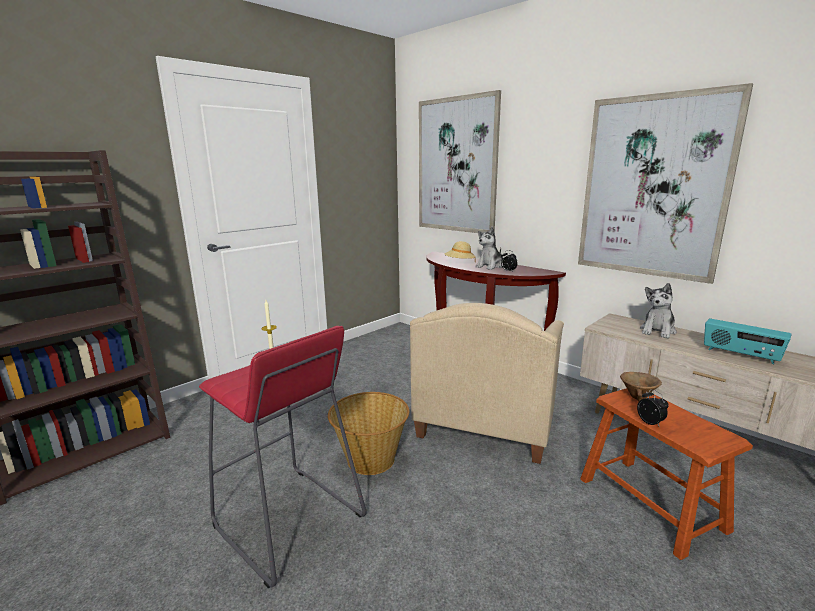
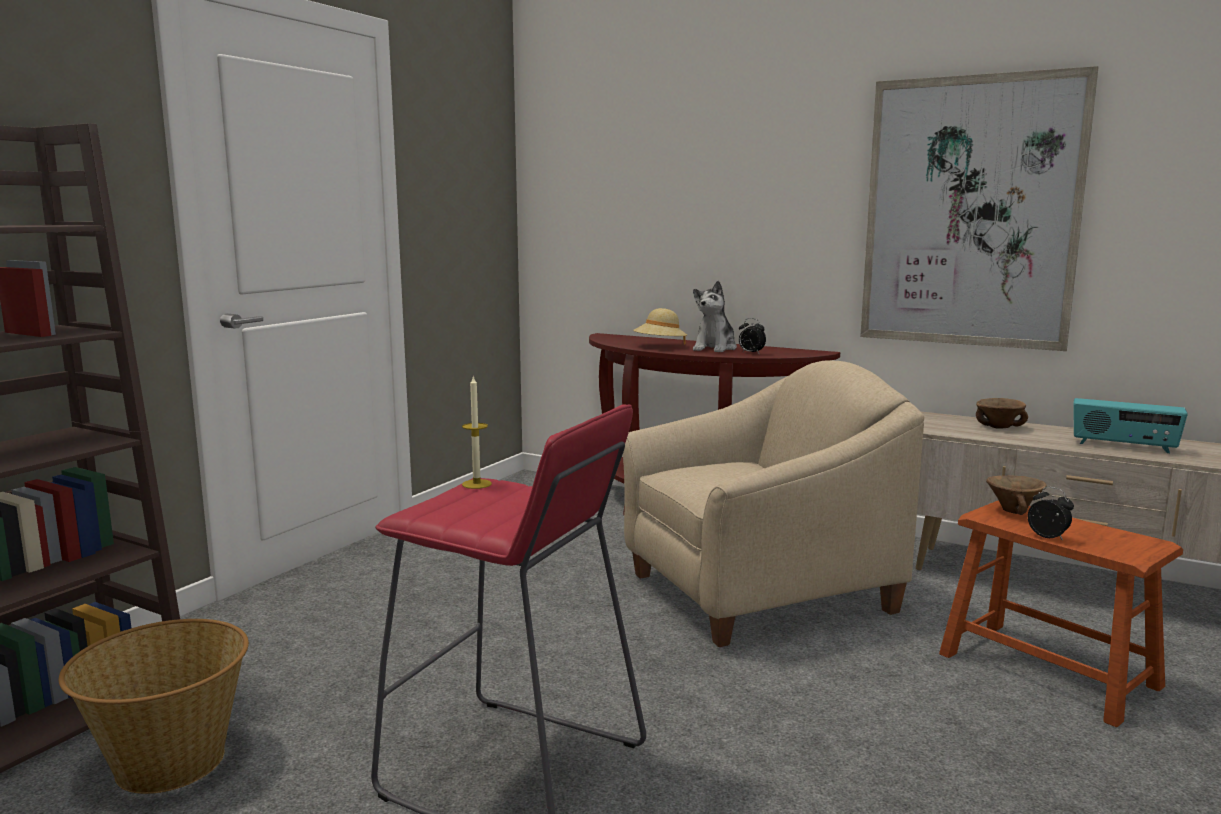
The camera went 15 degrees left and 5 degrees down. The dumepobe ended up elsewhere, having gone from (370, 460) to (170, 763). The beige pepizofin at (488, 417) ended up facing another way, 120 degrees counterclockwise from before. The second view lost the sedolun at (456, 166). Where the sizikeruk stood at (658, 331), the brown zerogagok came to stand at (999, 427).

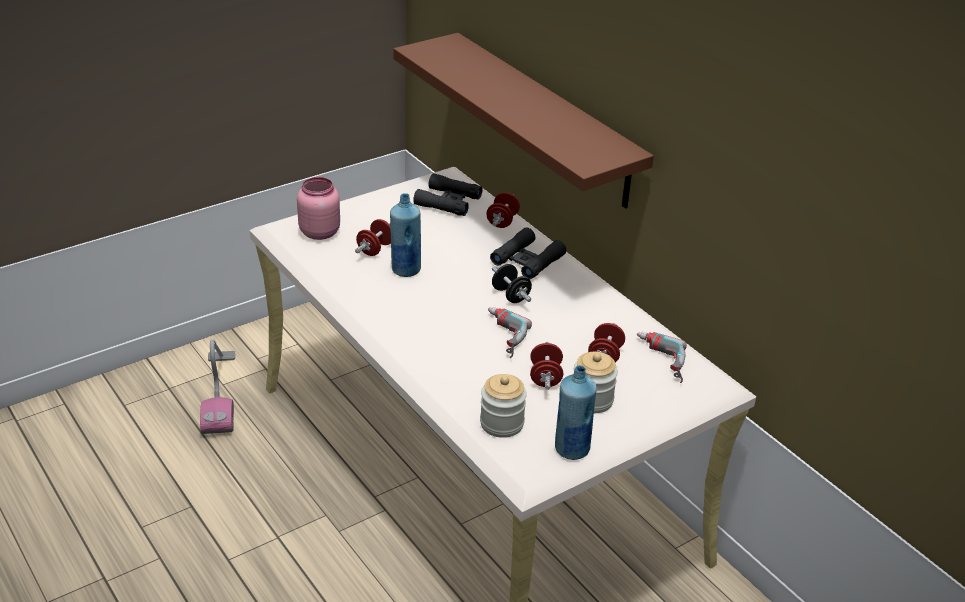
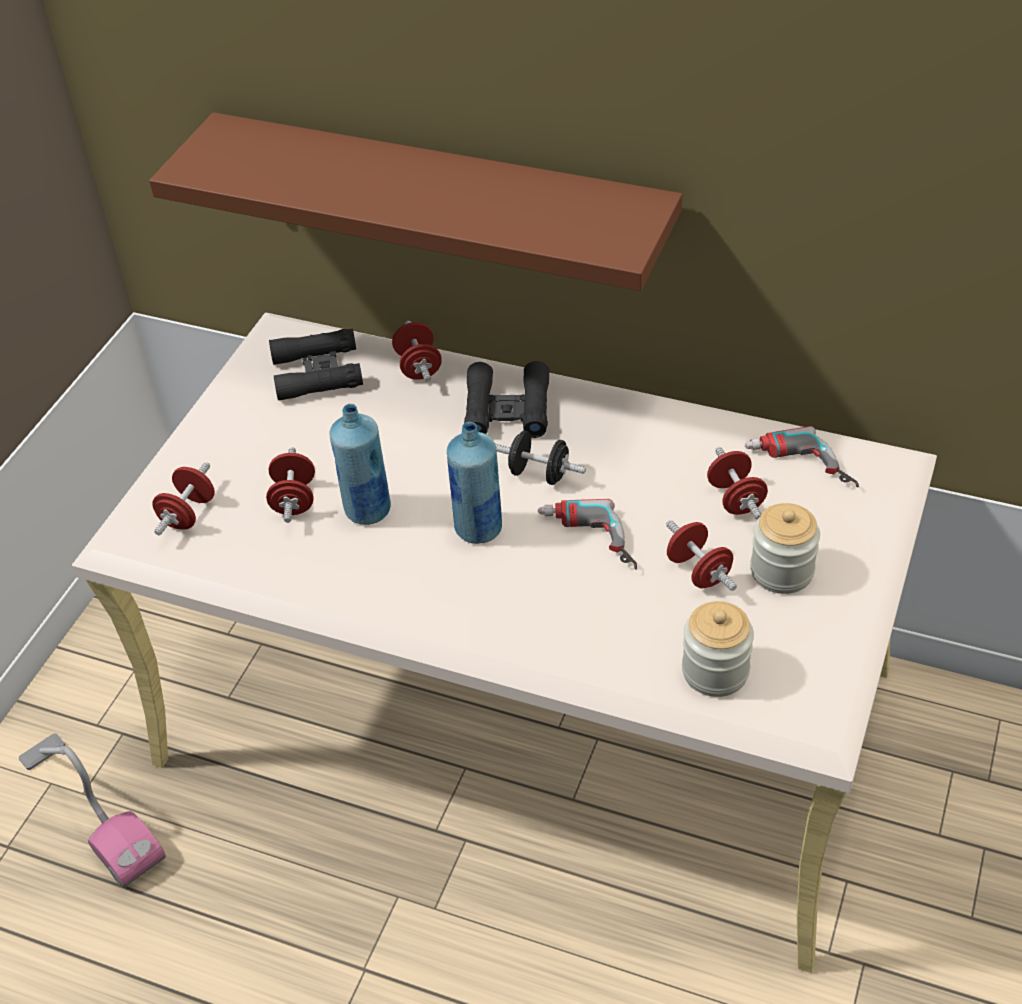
The camera went 30 degrees left and 10 degrees up. Where the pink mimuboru stood at (320, 232), the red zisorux came to stand at (188, 514). The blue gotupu ended up elsewhere, having gone from (571, 449) to (478, 529).

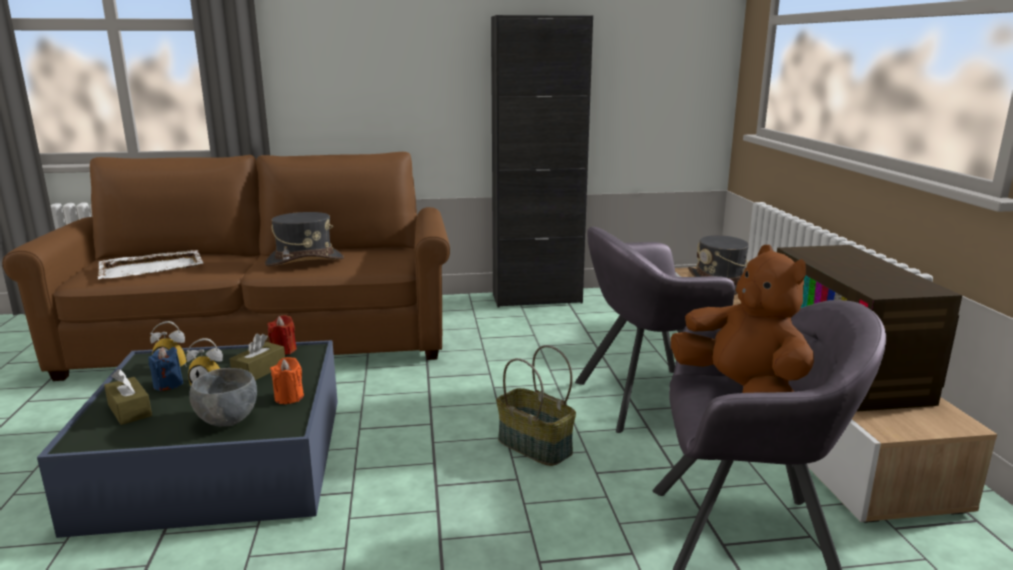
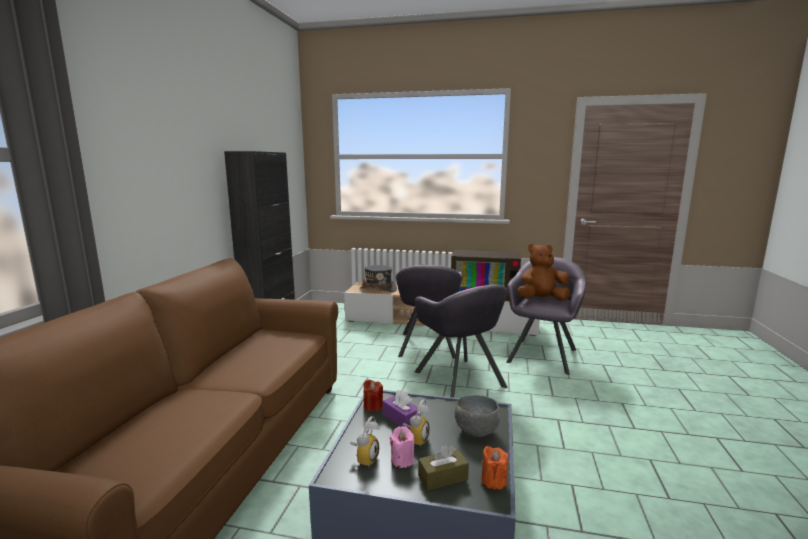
The camera went 70 degrees left and 5 degrees down. The second view lost the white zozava at (152, 267). What was the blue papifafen at (168, 385) turned into the pink papifafen at (402, 460). What was the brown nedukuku at (259, 371) turned into the purple nedukuku at (401, 418). The second view lost the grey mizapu at (304, 261). The orange papifafen ended up elsewhere, having gone from (289, 397) to (494, 481). Where the dumepobe stood at (533, 446), the grey pepizofin came to stand at (459, 379).

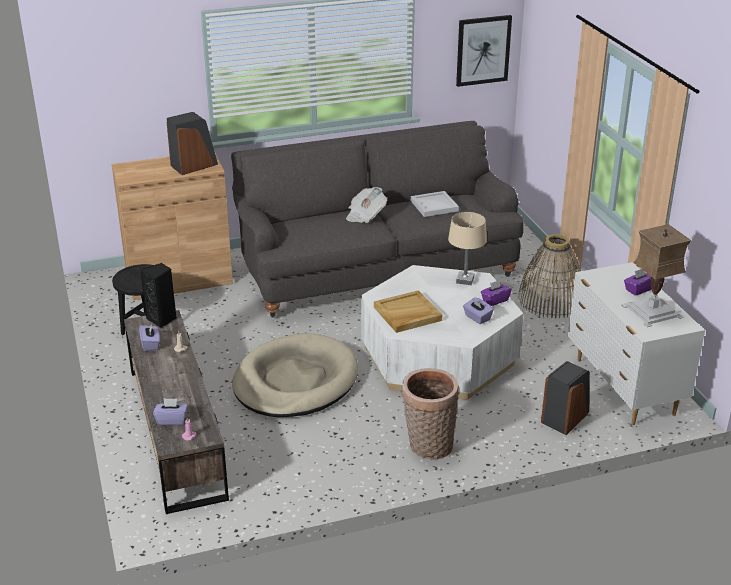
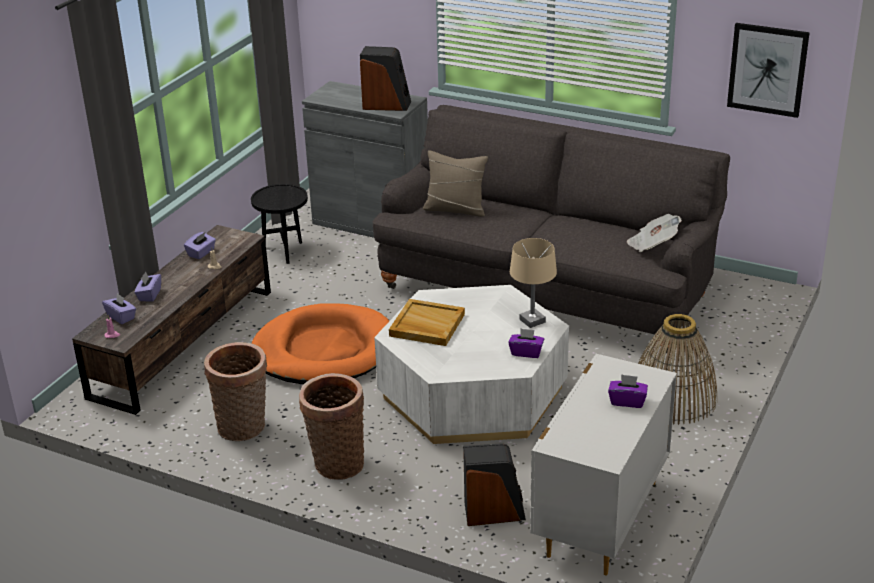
The camera went 45 degrees right and 0 degrees up. What was the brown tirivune at (179, 279) turned into the grey tirivune at (371, 222). The second view lost the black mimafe at (162, 319). What was the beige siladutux at (295, 381) turned into the orange siladutux at (324, 351). The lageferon ended up elsewhere, having gone from (365, 215) to (652, 244). The second view lost the white zozava at (434, 205). The purple nedukuku ended up elsewhere, having gone from (477, 318) to (149, 295). The second view lost the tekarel at (650, 311). The second view gained the dumepobe at (244, 428). The second view gained the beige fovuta at (455, 209).

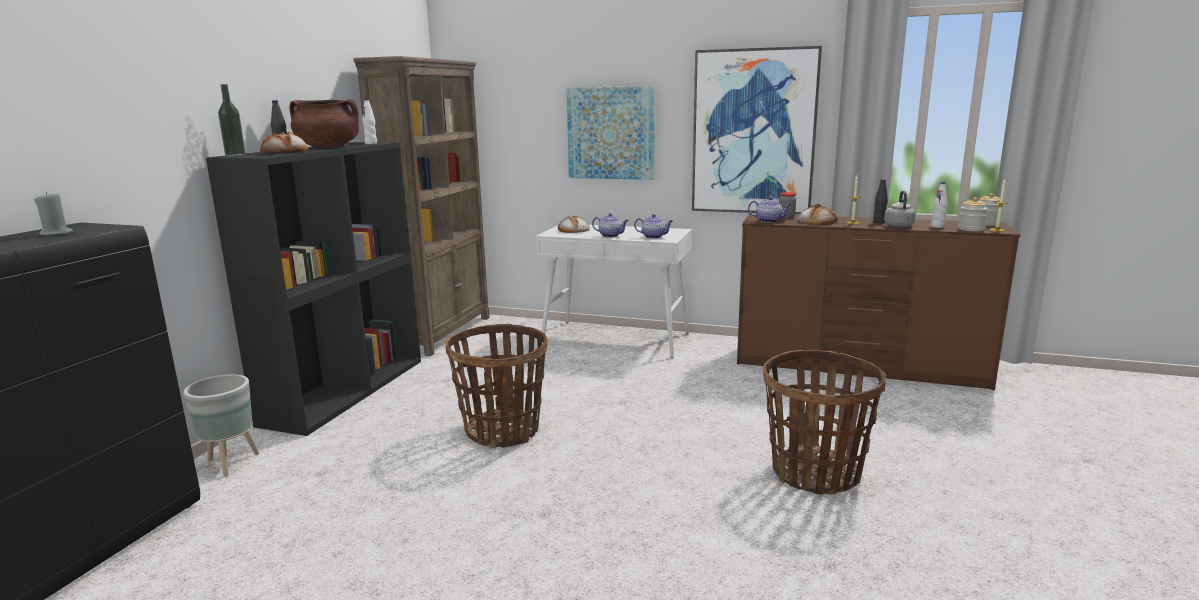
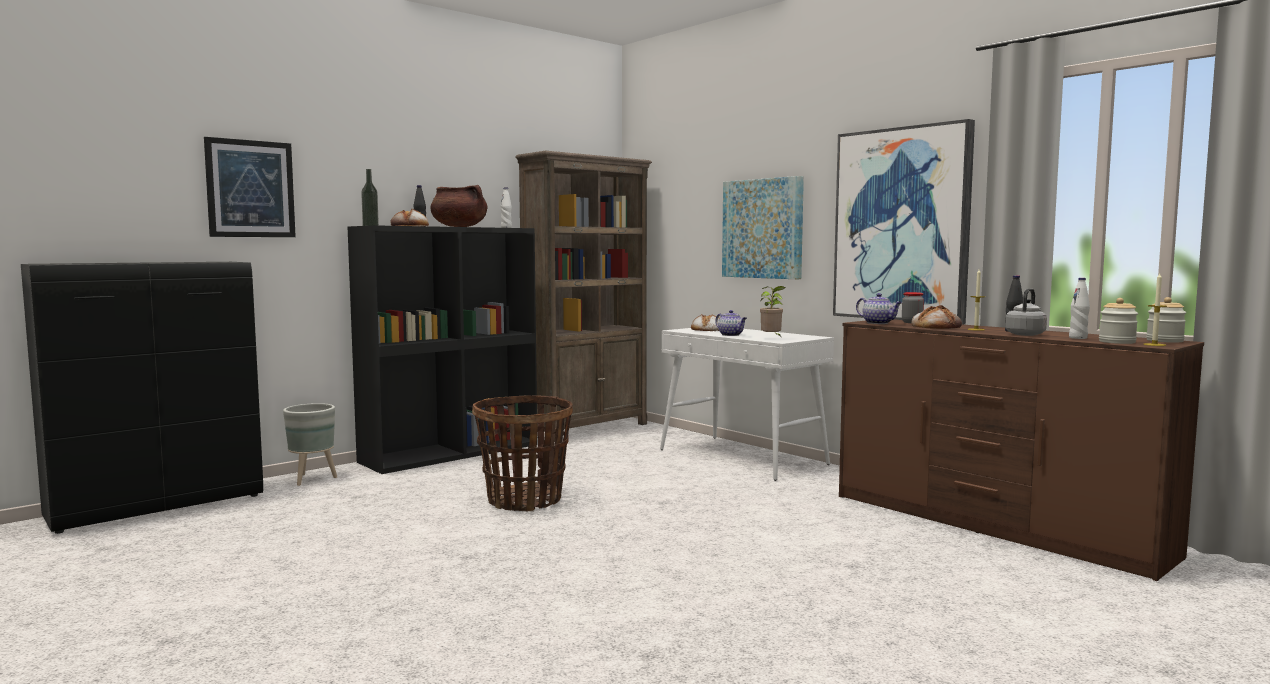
The camera went 30 degrees right and 10 degrees down. The second view lost the grey papifafen at (56, 233). Where the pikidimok stood at (654, 237), the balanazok came to stand at (772, 338). The second view lost the dumepobe at (815, 473). The second view gained the sedolun at (250, 189).

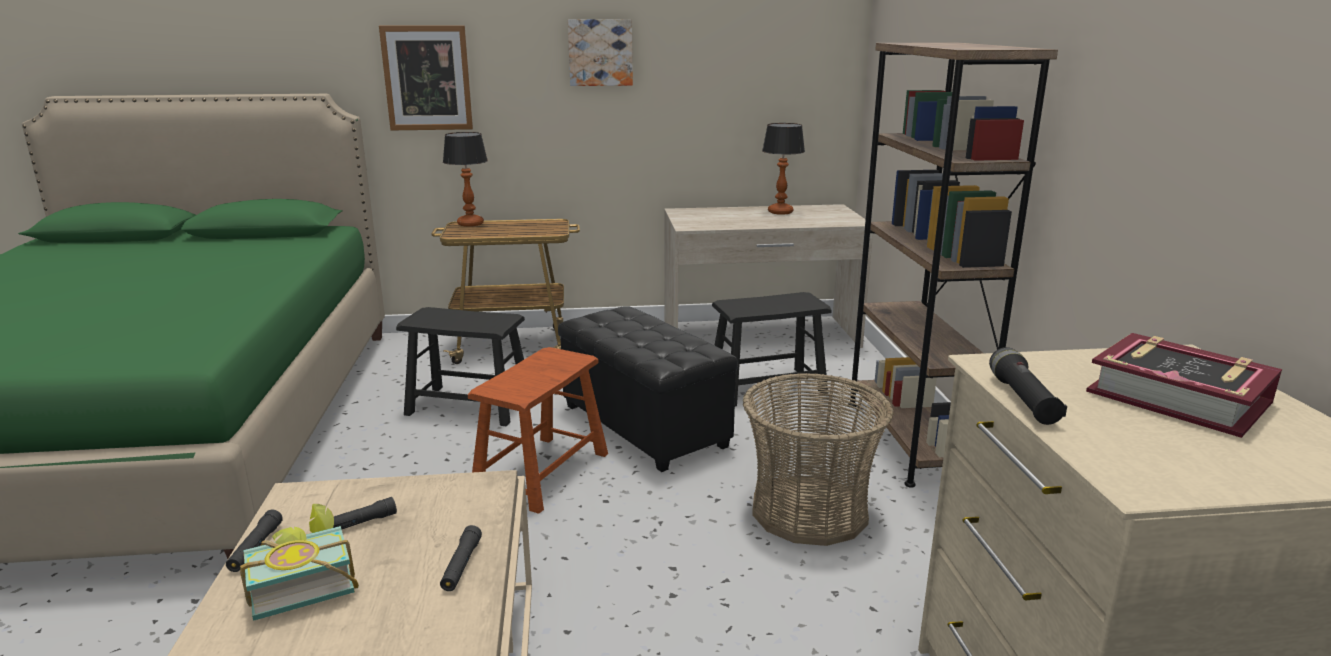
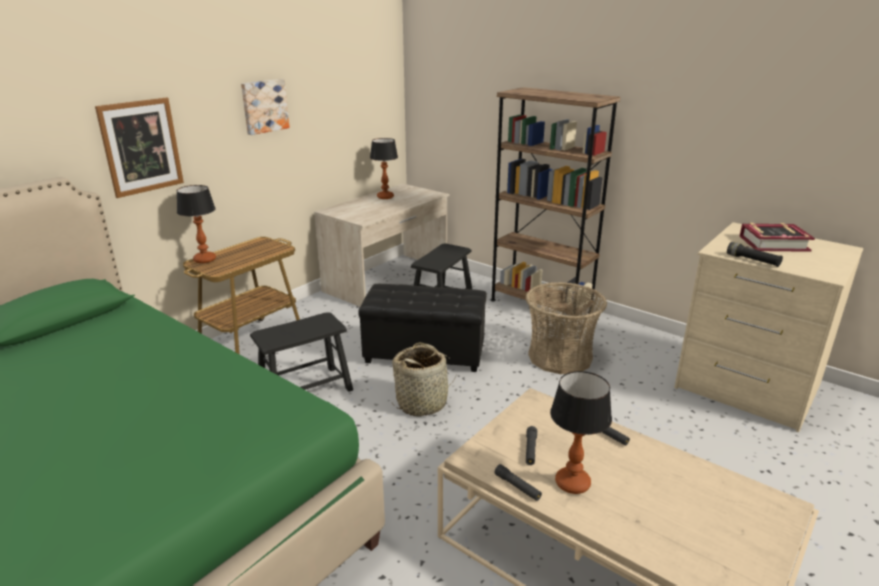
The camera went 45 degrees left and 5 degrees up. Where the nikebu stood at (302, 584), the tekarel came to stand at (573, 483). Where the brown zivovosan stood at (542, 472), the dumepobe came to stand at (422, 403).

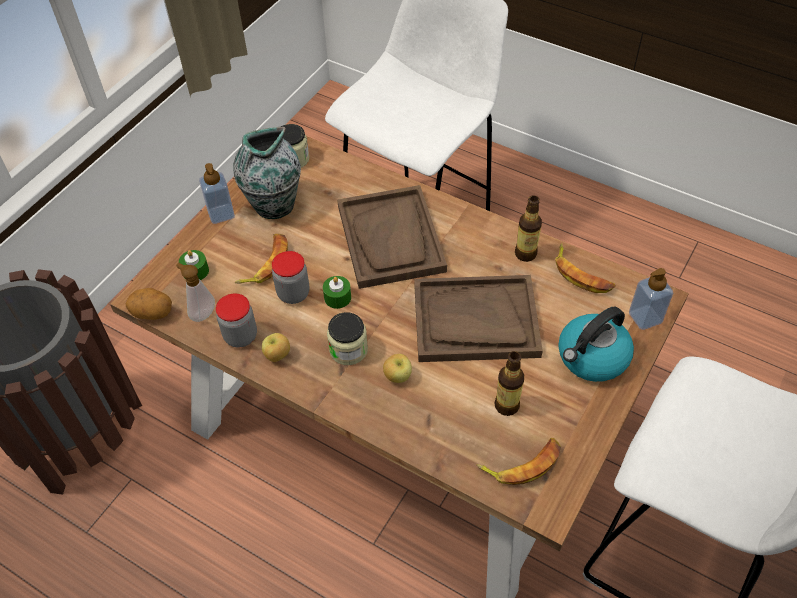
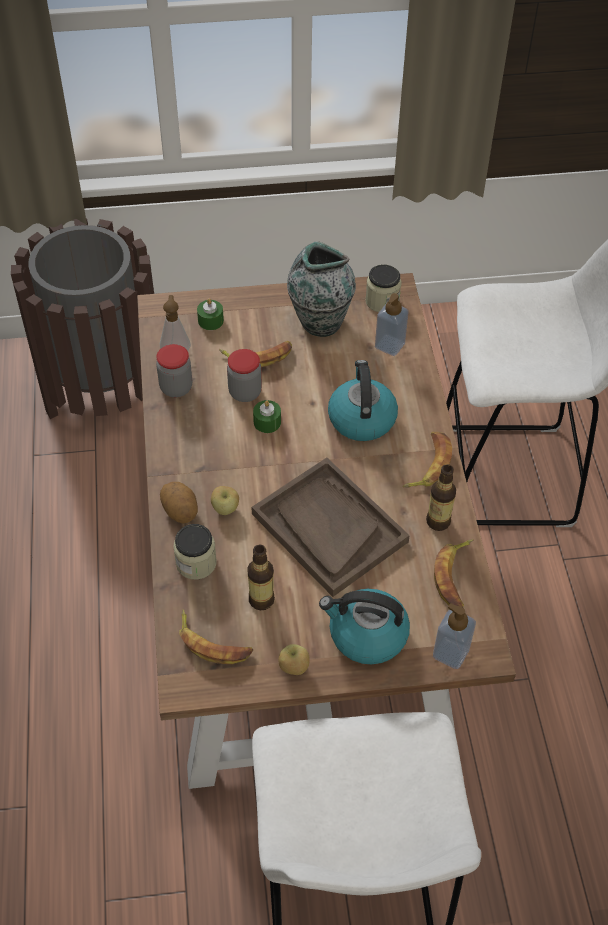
The camera went 50 degrees right and 0 degrees up. The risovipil ended up elsewhere, having gone from (153, 313) to (180, 511). The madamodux ended up elsewhere, having gone from (221, 214) to (389, 345). The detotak ended up elsewhere, having gone from (277, 356) to (293, 668). The mimuboru ended up elsewhere, having gone from (348, 350) to (196, 563). Where the brown zozava stood at (391, 239), the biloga came to stand at (361, 418). The second view gained the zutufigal at (428, 464).

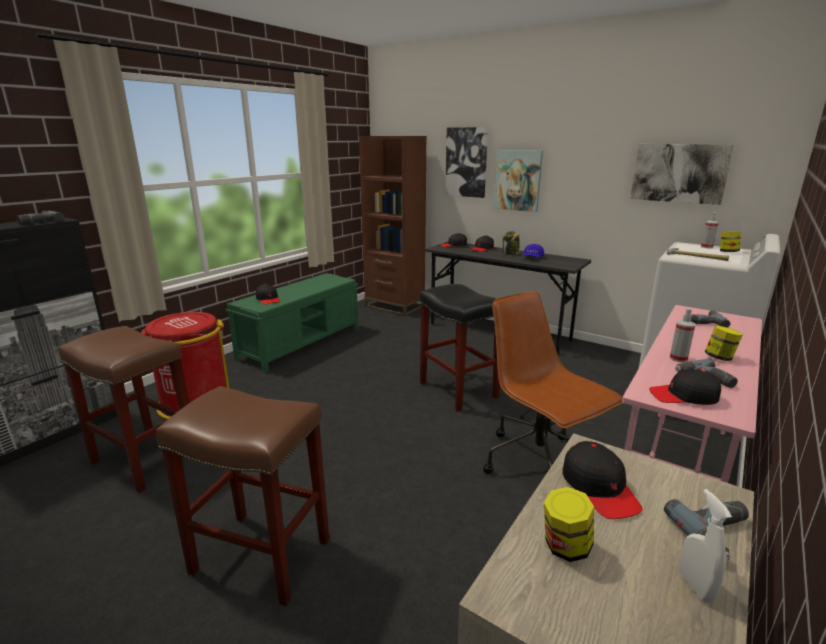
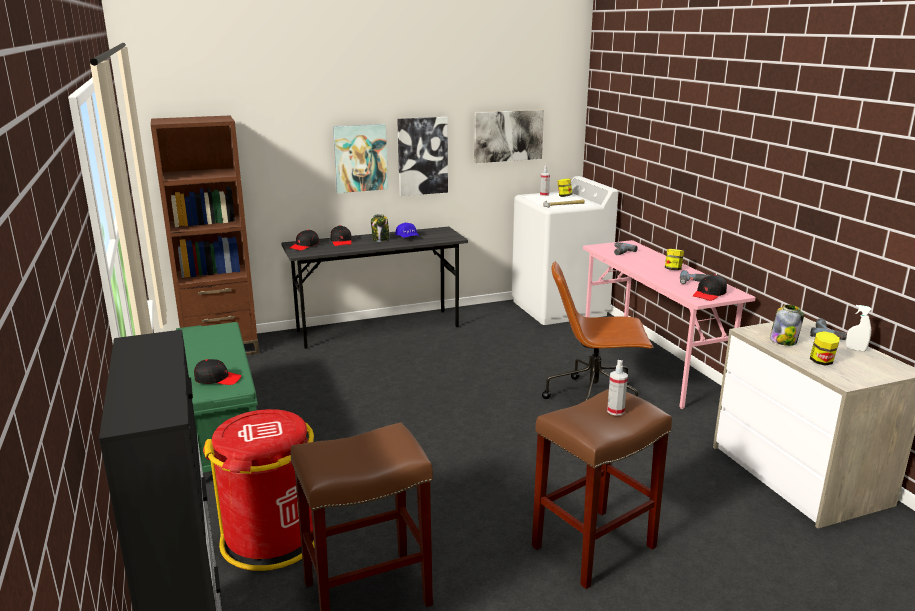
The camera went 55 degrees left and 0 degrees up. The second view lost the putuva at (38, 221). The second view lost the black zivovosan at (459, 390). The sedolun ended up elsewhere, having gone from (466, 162) to (422, 156). Where the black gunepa stood at (599, 488), the mimuboru came to stand at (783, 341). The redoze ended up elsewhere, having gone from (678, 359) to (615, 411).

